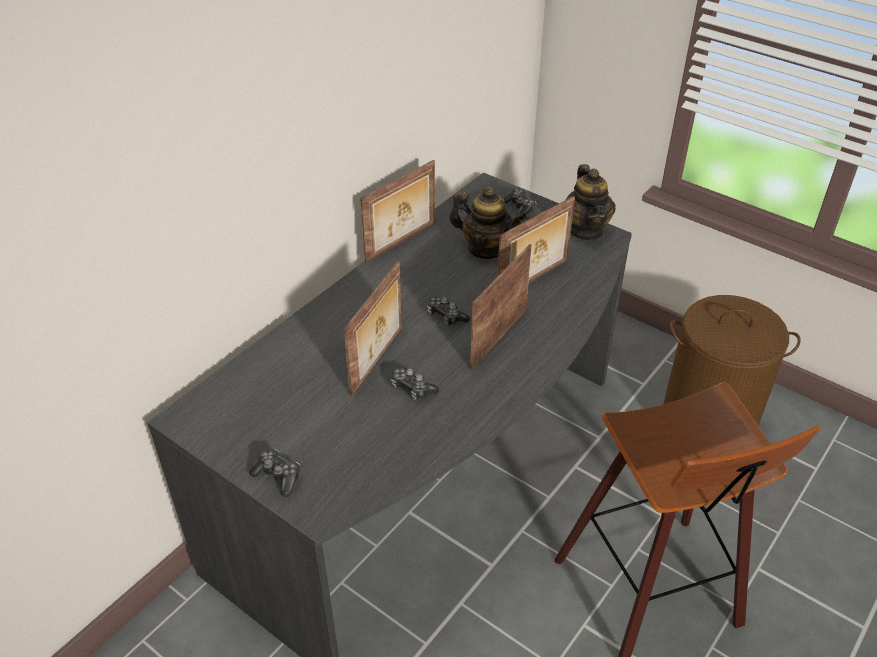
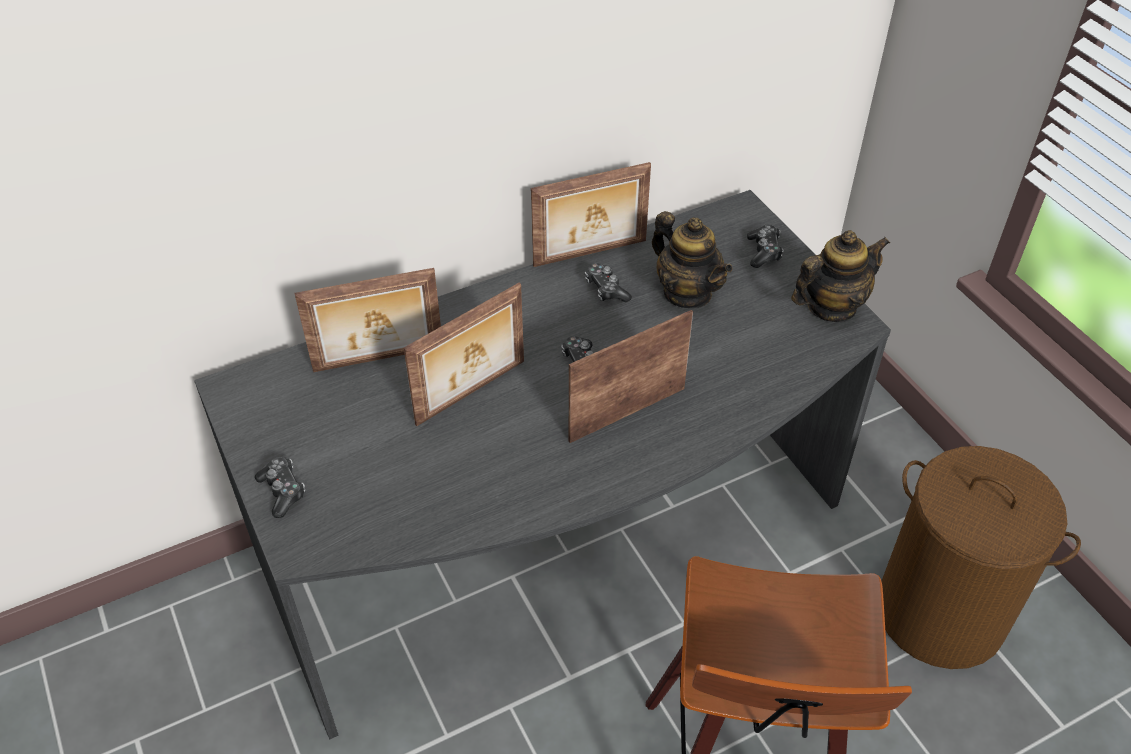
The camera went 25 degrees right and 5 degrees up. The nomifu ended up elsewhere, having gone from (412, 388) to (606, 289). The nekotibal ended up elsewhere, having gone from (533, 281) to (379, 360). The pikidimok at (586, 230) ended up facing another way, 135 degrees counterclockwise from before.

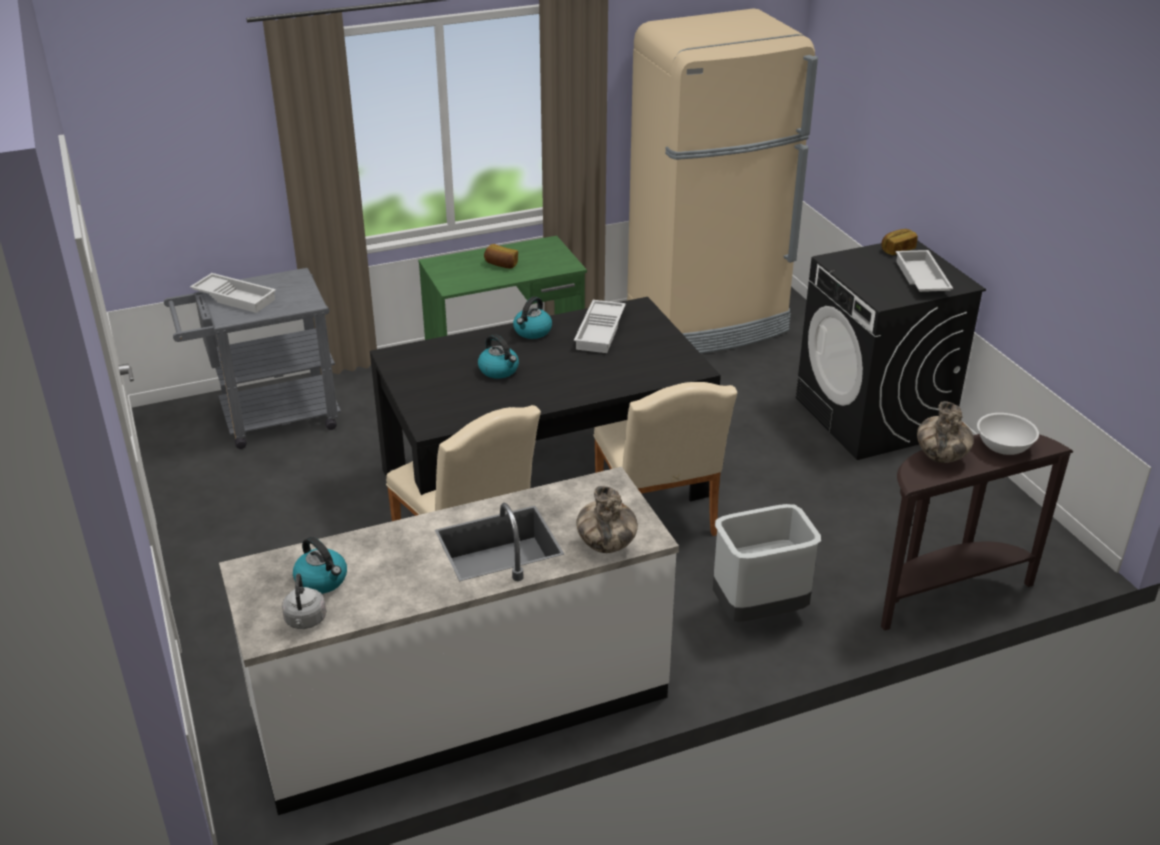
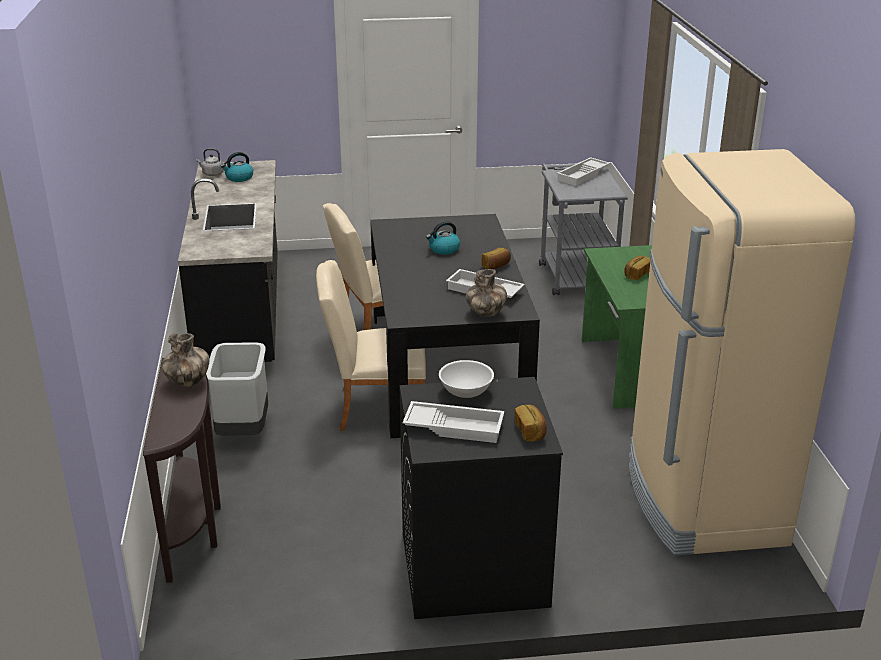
The camera went 105 degrees right and 5 degrees down. What was the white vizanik at (462, 707) turned into the black vizanik at (242, 315). Where the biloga stood at (532, 331), the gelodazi came to stand at (496, 266). The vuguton ended up elsewhere, having gone from (606, 546) to (486, 313). The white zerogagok ended up elsewhere, having gone from (1004, 447) to (466, 391).

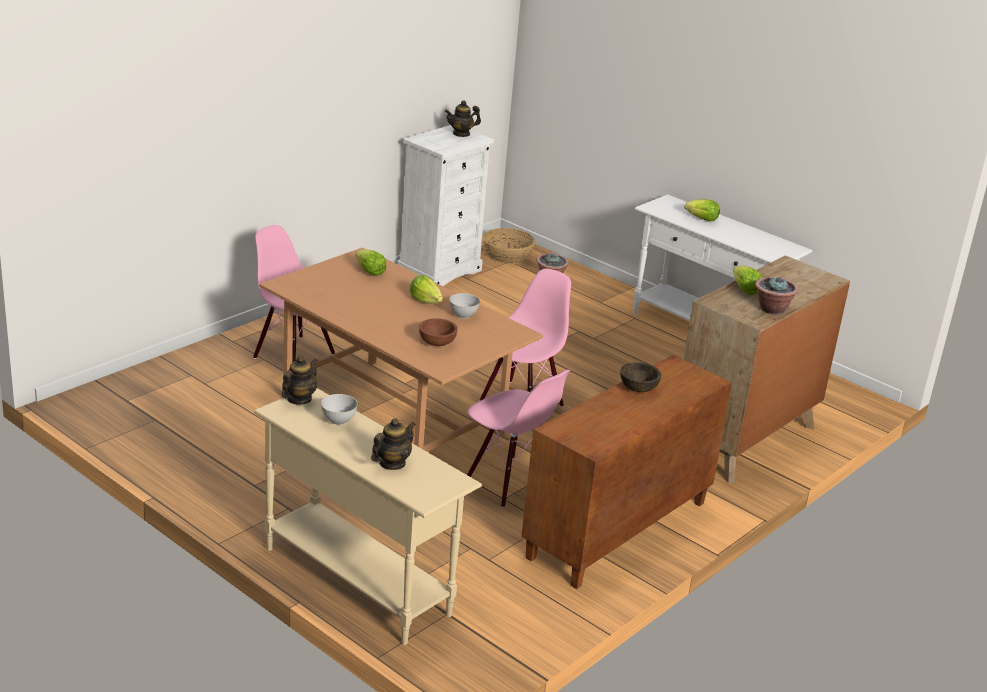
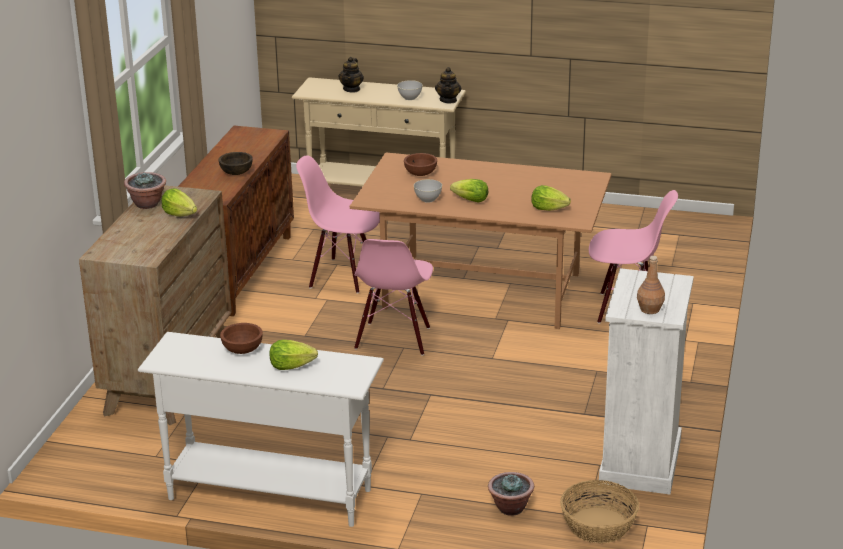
The camera went 155 degrees right and 0 degrees up. Where the pikidimok stood at (461, 134), the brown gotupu came to stand at (649, 309). The second view gained the brown zerogagok at (242, 350).

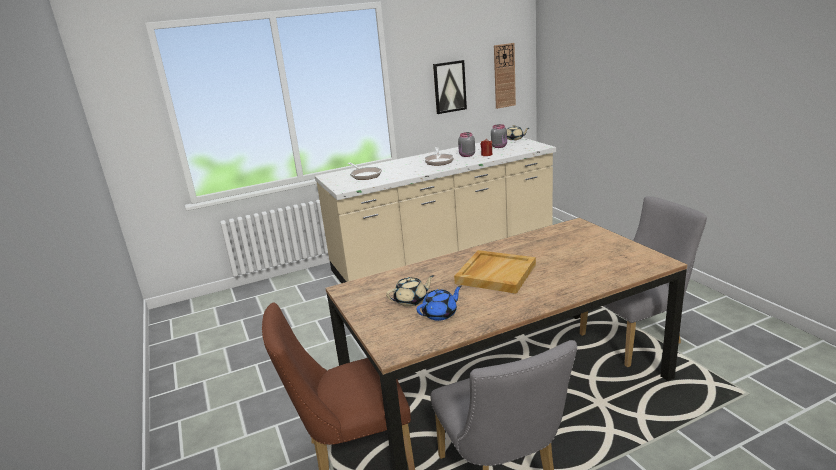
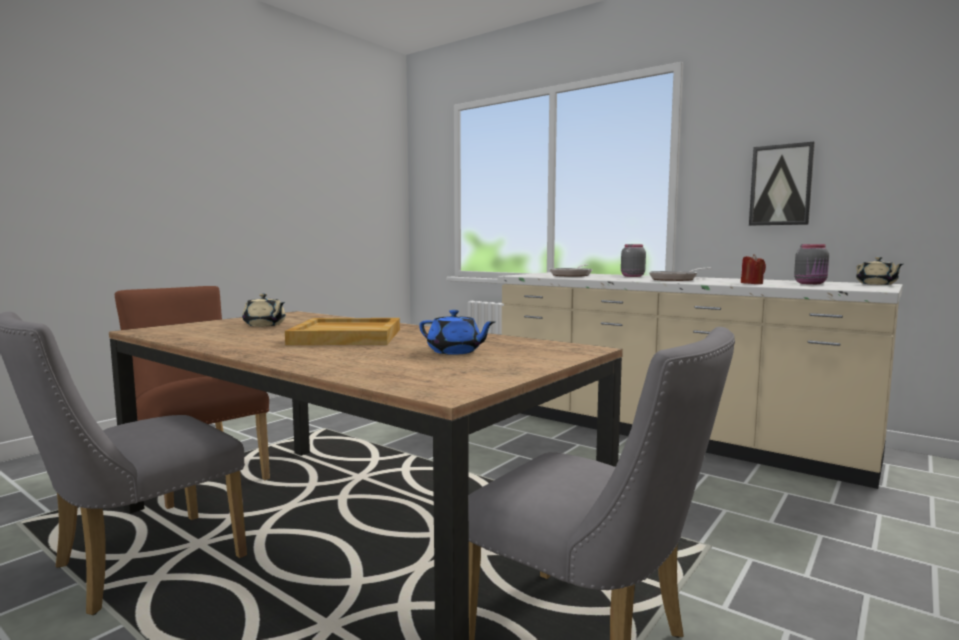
The camera went 60 degrees right and 15 degrees down. The blue pikidimok ended up elsewhere, having gone from (440, 314) to (455, 352). The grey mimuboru ended up elsewhere, having gone from (466, 155) to (631, 276). The second view lost the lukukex at (504, 76).

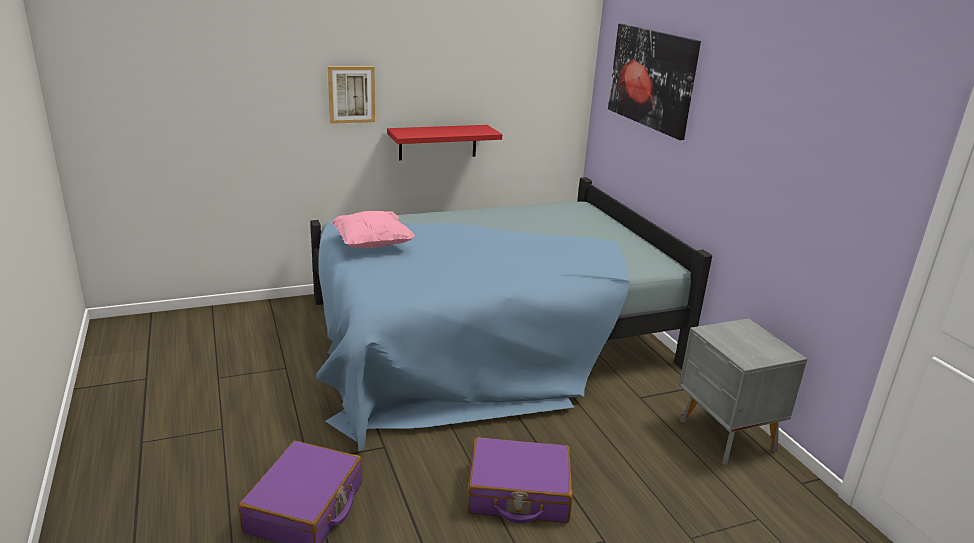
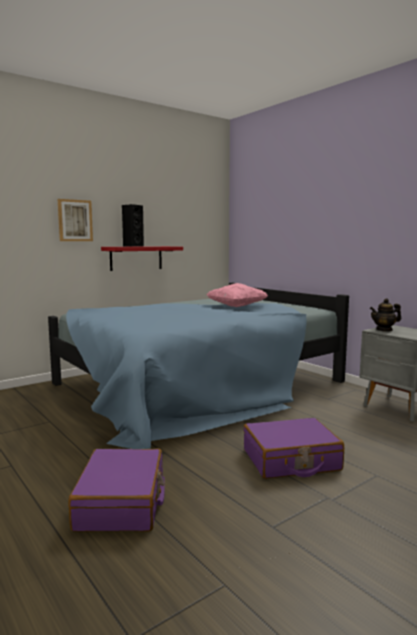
The camera went 15 degrees left and 15 degrees down. The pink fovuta ended up elsewhere, having gone from (372, 245) to (236, 307). The second view lost the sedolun at (651, 78). The second view gained the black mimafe at (132, 246). The second view gained the pikidimok at (384, 330).

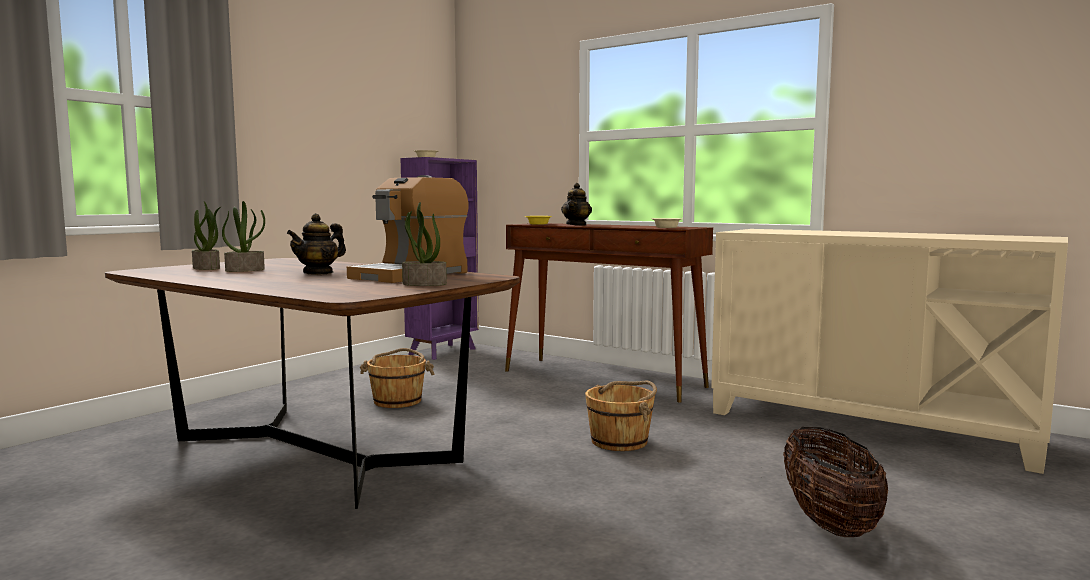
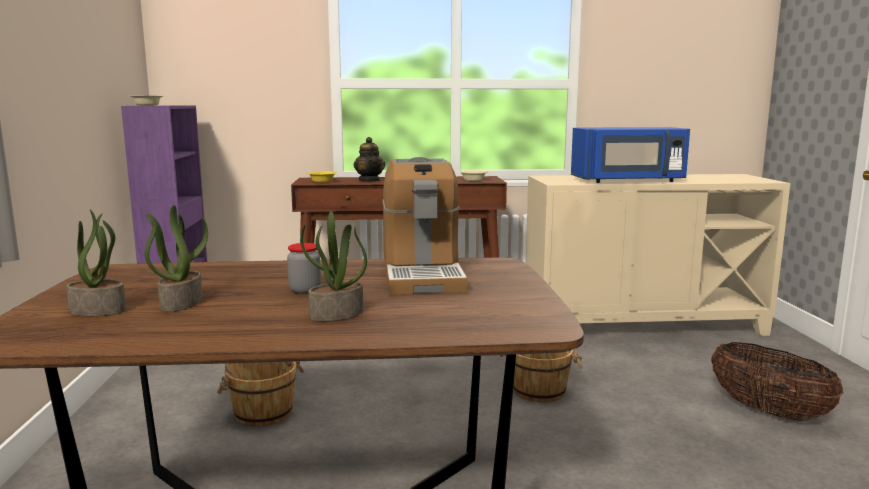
The camera went 40 degrees left and 5 degrees up. Where the pikidimok stood at (318, 273), the mimuboru came to stand at (305, 290). The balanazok ended up elsewhere, having gone from (423, 284) to (336, 314). The second view gained the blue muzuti at (629, 181).

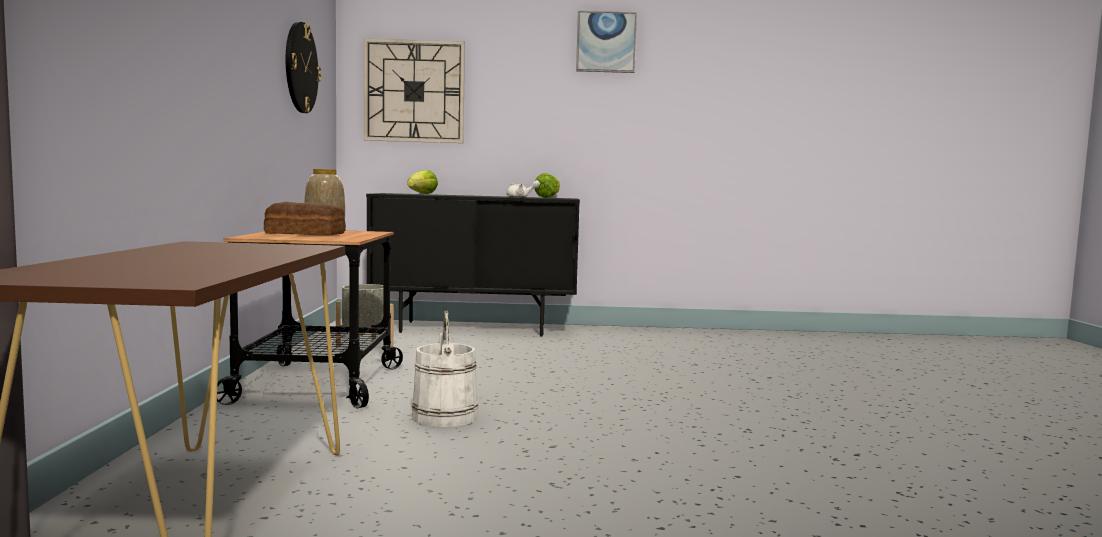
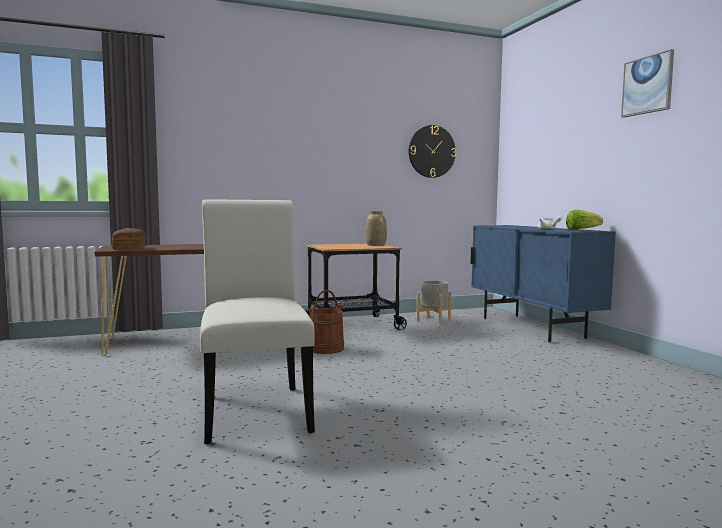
The camera went 70 degrees right and 0 degrees up. The gelodazi ended up elsewhere, having gone from (305, 234) to (128, 248). The second view lost the lukukex at (414, 91). What was the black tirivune at (474, 329) turned into the blue tirivune at (531, 328). The second view lost the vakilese at (422, 194). What was the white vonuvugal at (444, 416) turned into the brown vonuvugal at (325, 348). The second view gained the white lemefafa at (255, 409).

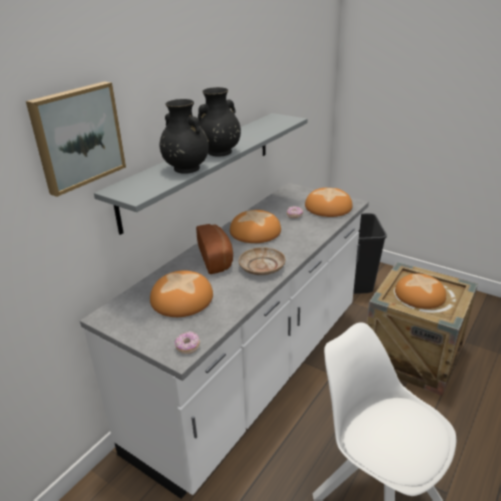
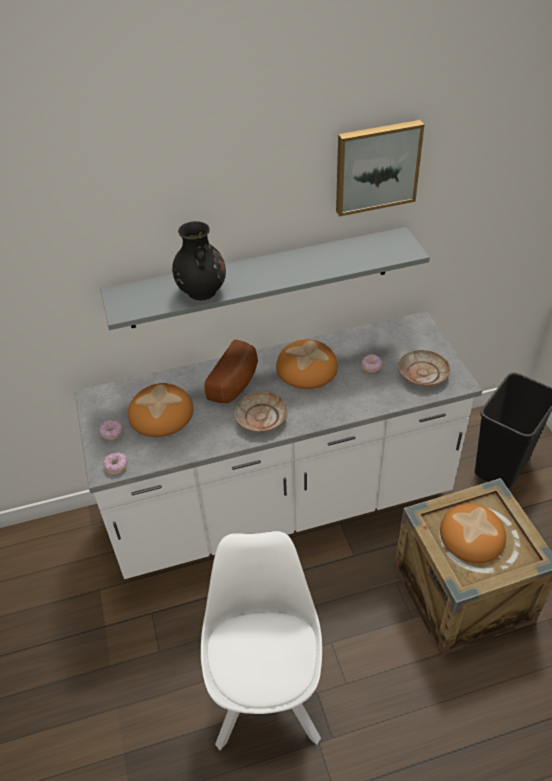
The camera went 40 degrees right and 15 degrees up. The sedolun ended up elsewhere, having gone from (77, 136) to (376, 166). The second view lost the black vuguton at (219, 152). Where the gelodazi stood at (327, 207), the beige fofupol came to stand at (422, 374). The second view gained the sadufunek at (112, 433).

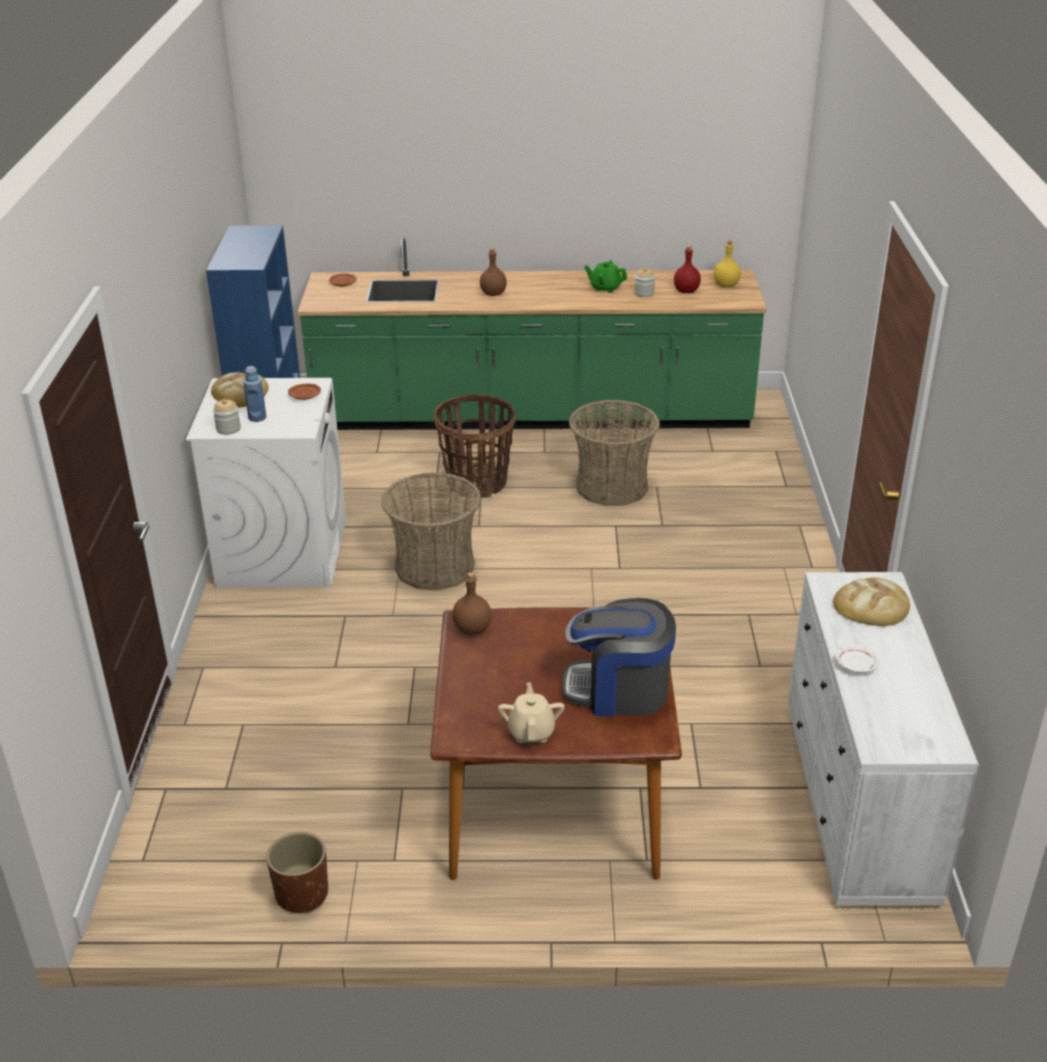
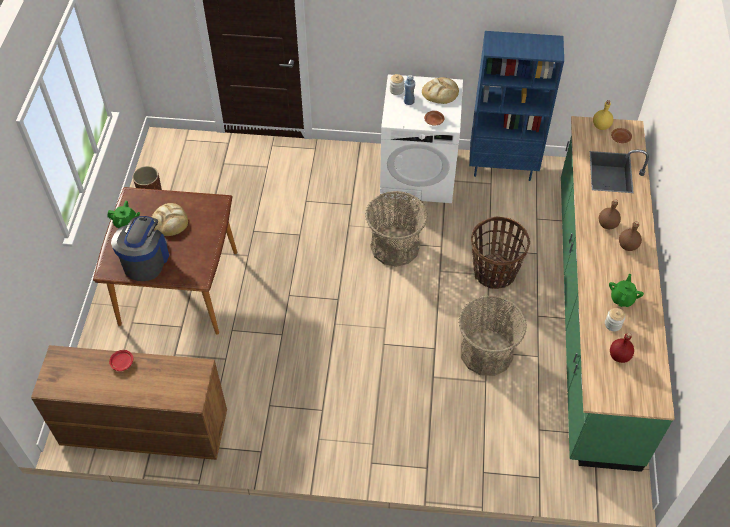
The camera went 95 degrees right and 20 degrees up. The brown gotupu ended up elsewhere, having gone from (473, 629) to (627, 246). What was the beige pikidimok at (531, 732) turned into the green pikidimok at (126, 223). The yellow gotupu ended up elsewhere, having gone from (726, 285) to (601, 126). What was the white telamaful at (858, 802) turned into the brown telamaful at (143, 428). The gelodazi ended up elsewhere, having gone from (871, 606) to (170, 221). What was the white fofupol at (855, 665) turned into the red fofupol at (122, 362).

